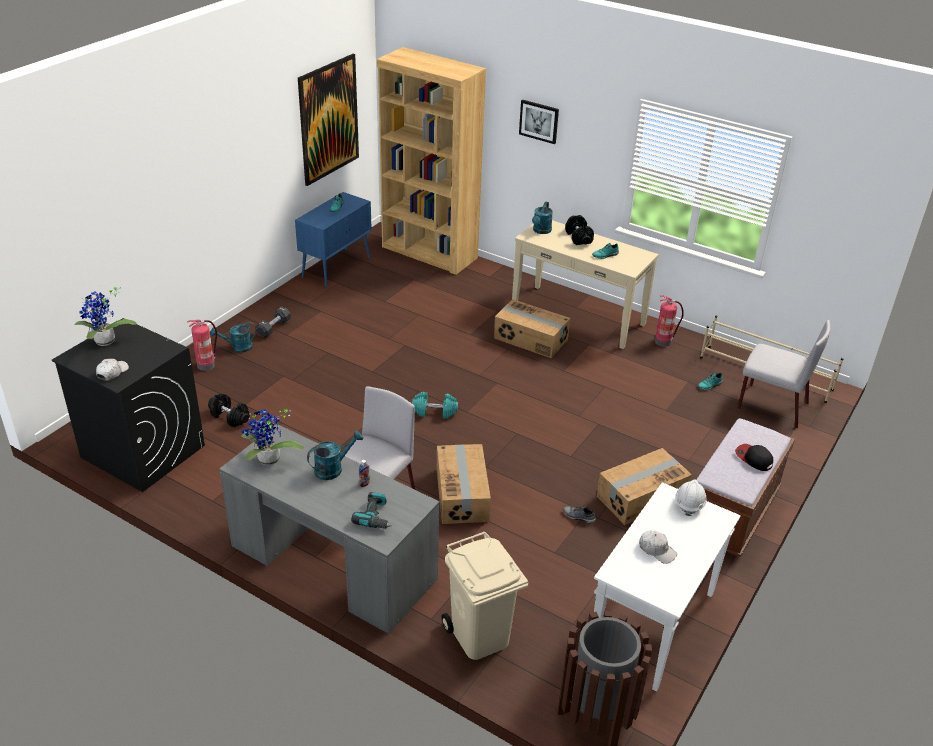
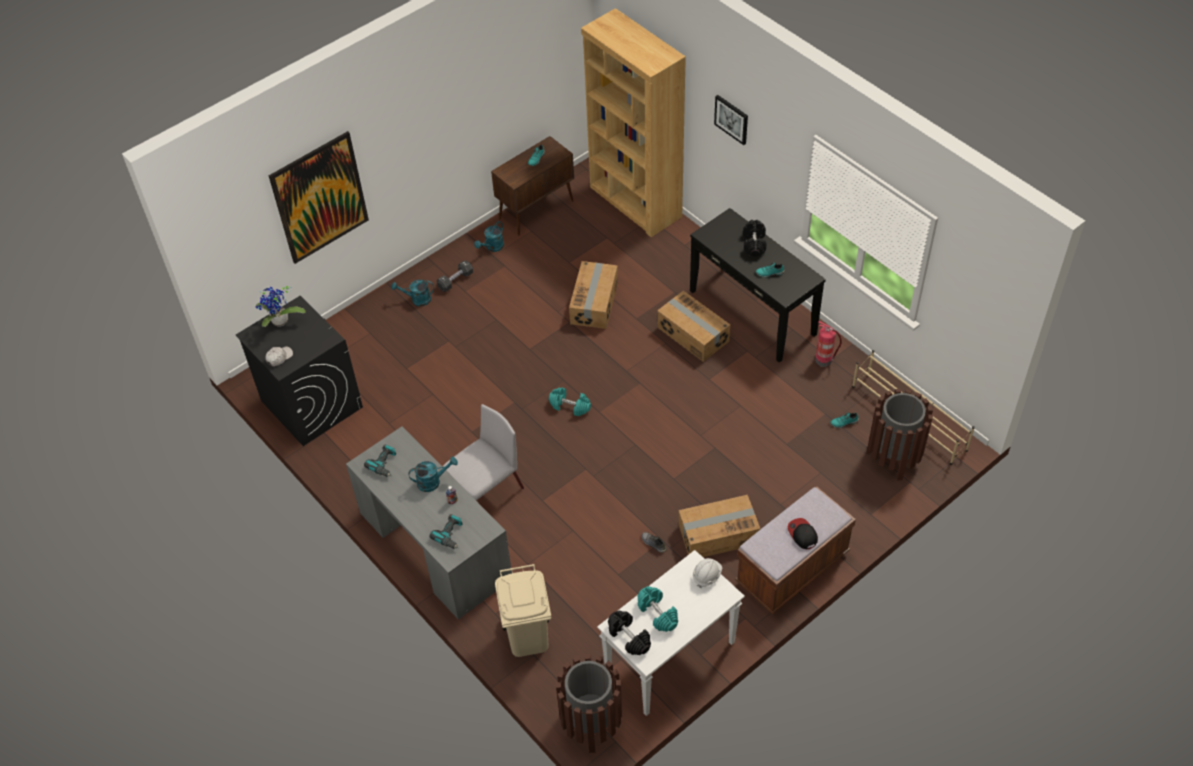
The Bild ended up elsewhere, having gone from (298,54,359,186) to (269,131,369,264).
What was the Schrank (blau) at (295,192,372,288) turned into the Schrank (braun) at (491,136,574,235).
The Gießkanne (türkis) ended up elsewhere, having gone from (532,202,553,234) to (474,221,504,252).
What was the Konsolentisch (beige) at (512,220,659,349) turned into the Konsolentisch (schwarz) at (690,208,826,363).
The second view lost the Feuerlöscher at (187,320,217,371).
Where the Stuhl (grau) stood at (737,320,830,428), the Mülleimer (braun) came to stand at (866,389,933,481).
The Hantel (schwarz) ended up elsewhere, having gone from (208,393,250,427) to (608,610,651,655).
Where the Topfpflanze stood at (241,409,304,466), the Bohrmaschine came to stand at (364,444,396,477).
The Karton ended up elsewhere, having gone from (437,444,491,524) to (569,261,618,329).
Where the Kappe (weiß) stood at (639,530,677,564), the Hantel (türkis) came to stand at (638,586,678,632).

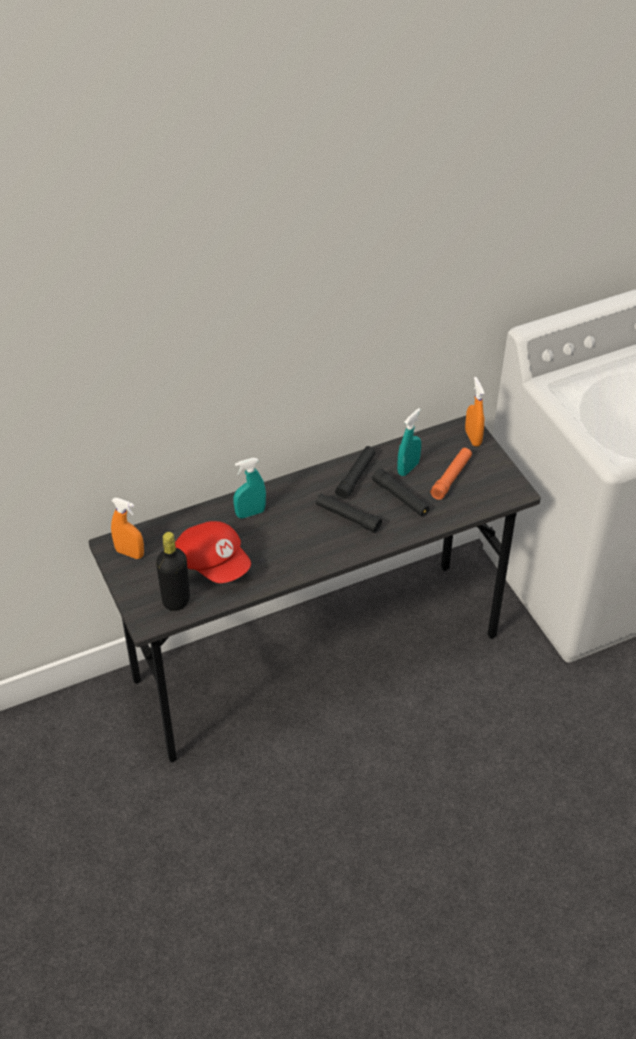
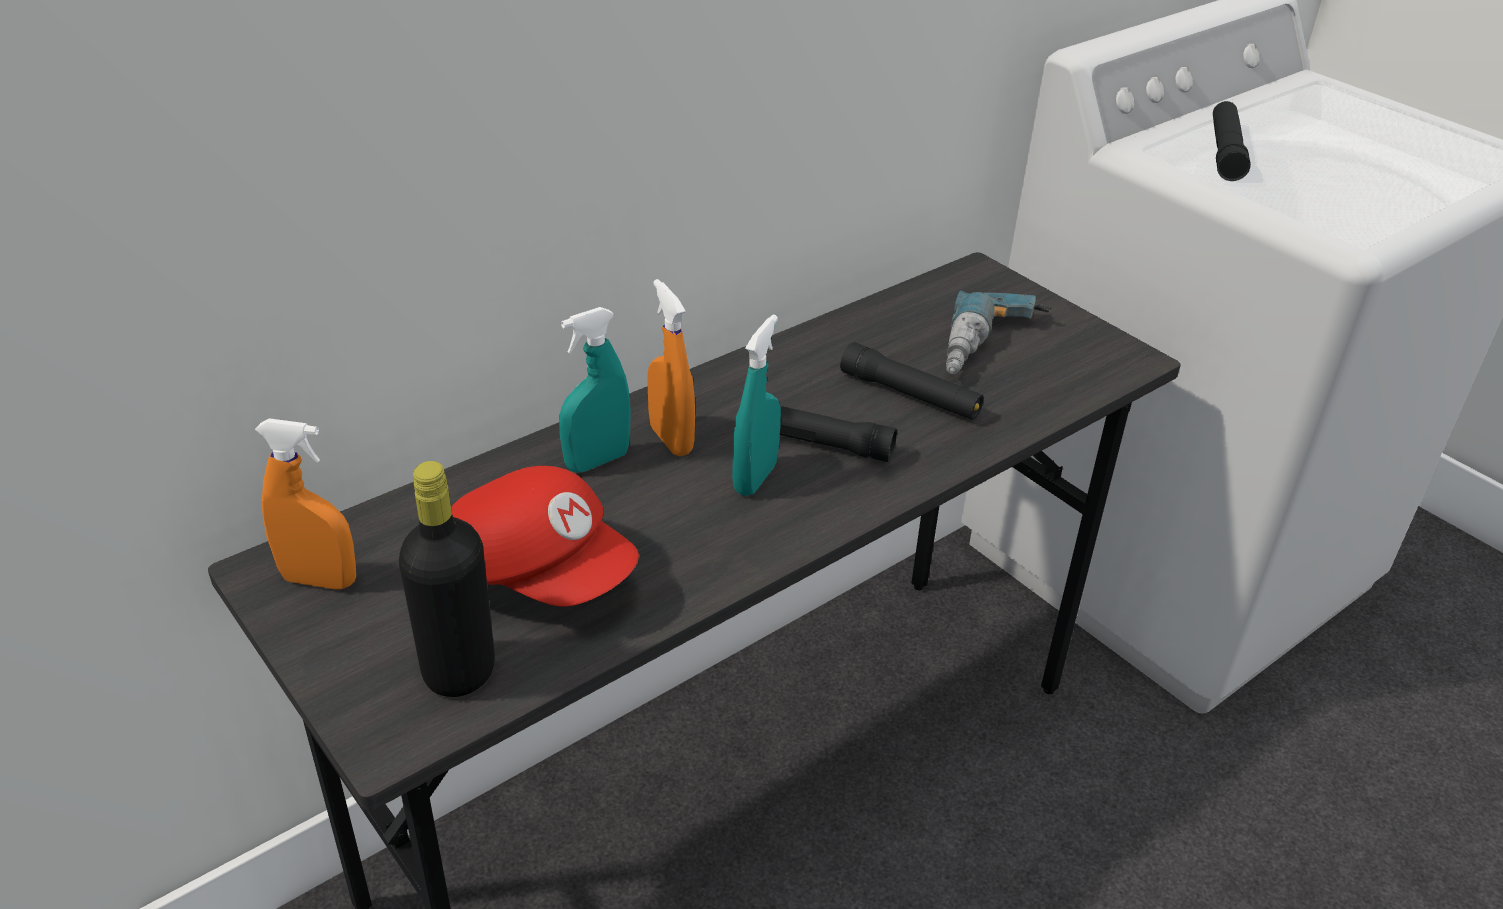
The Sprühflasche (orange) ended up elsewhere, having gone from (465,377,485,447) to (647,279,695,456).
The Sprühflasche (türkis) ended up elsewhere, having gone from (397,408,421,476) to (732,314,781,496).
The Taschenlampe (schwarz) ended up elsewhere, having gone from (335,446,376,500) to (1213,101,1251,181).
Where the Taschenlampe (orange) stood at (430,448,472,500), the Bohrmaschine came to stand at (946,291,1051,374).

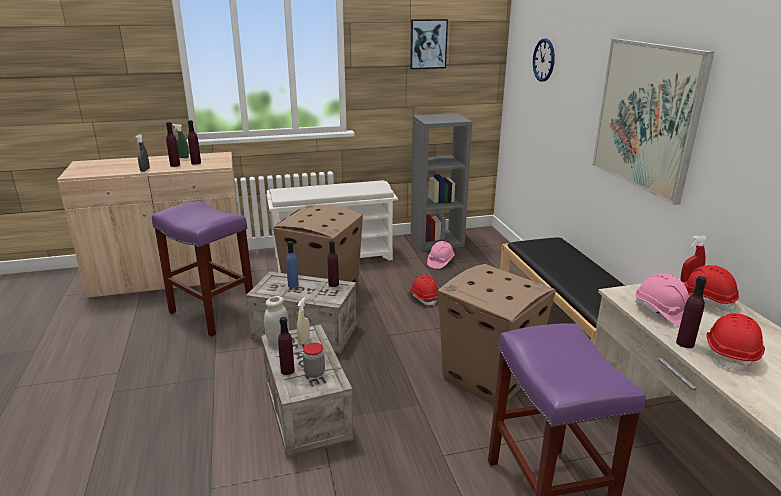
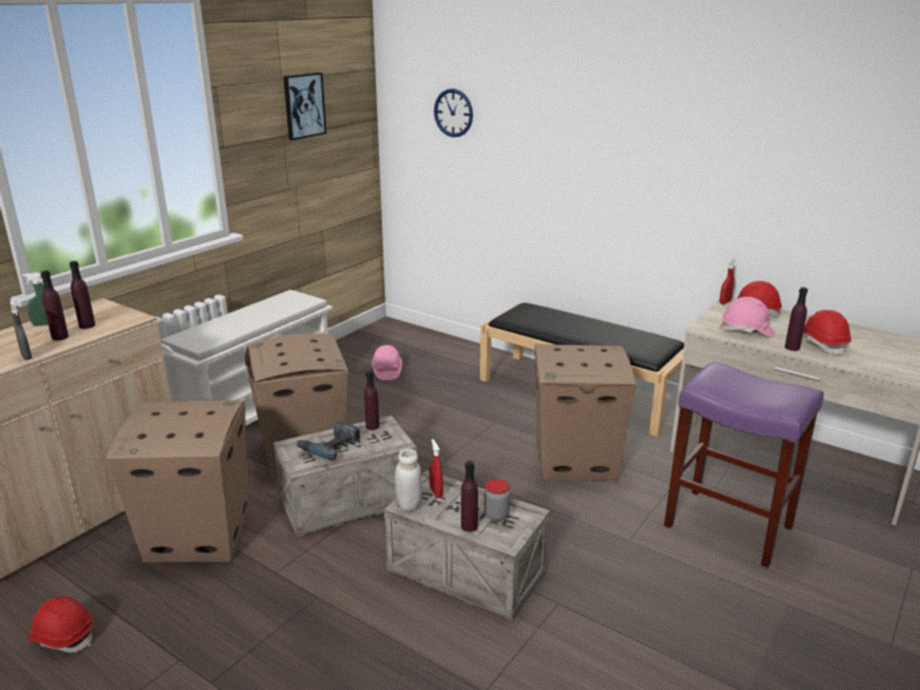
The second view lost the Bild at (592,38,714,205).
The second view lost the Bücherregal (grau) at (411,113,472,251).
Where the Hocker (lila) stood at (152,201,253,337), the Karton came to stand at (106,400,249,562).
Where the Flasche (blau) stood at (286,241,299,288), the Bohrmaschine came to stand at (295,421,360,461).
The Schutzhelm (rot) ended up elsewhere, having gone from (409,275,439,306) to (27,596,93,653).
What was the Sprühflasche (beige) at (297,297,310,345) turned into the Sprühflasche (rot) at (429,439,443,498).

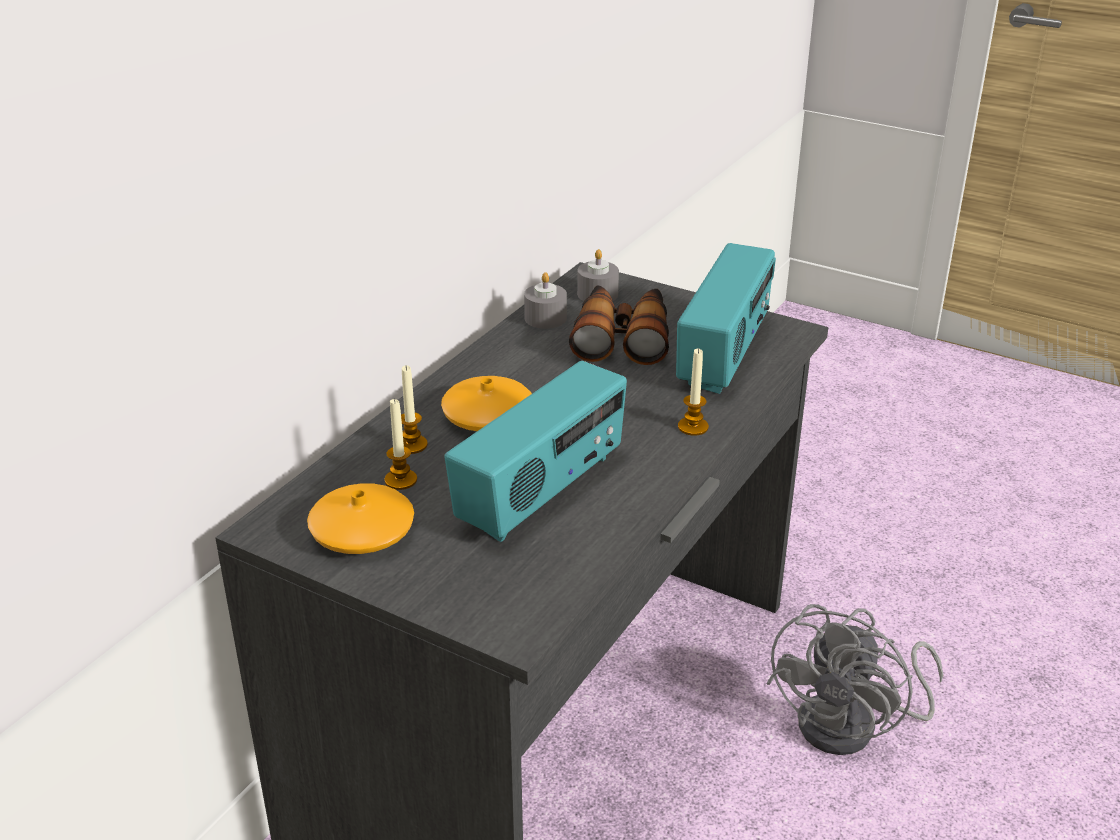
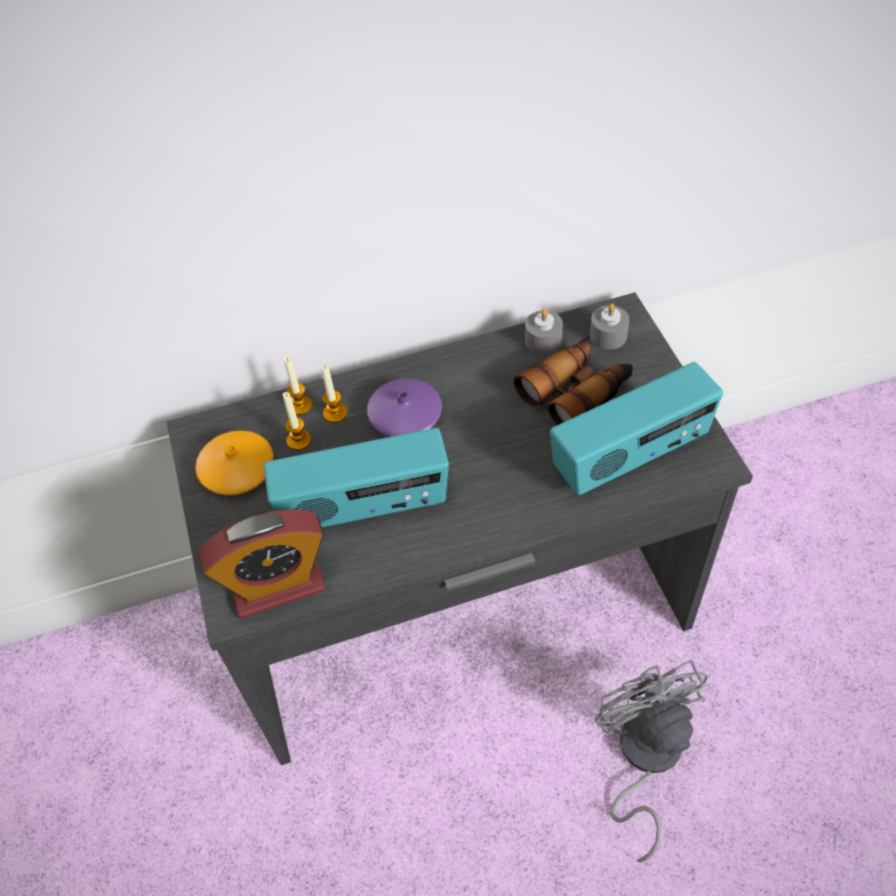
The Kerze ended up elsewhere, having gone from (678,348,709,436) to (284,357,312,415).
What was the Vase (orange) at (441,376,532,431) turned into the Vase (lila) at (367,378,442,437).
The Ventilator (grau) at (766,604,943,755) ended up facing another way, 90 degrees clockwise from before.
The second view gained the Wecker at (198,509,326,619).

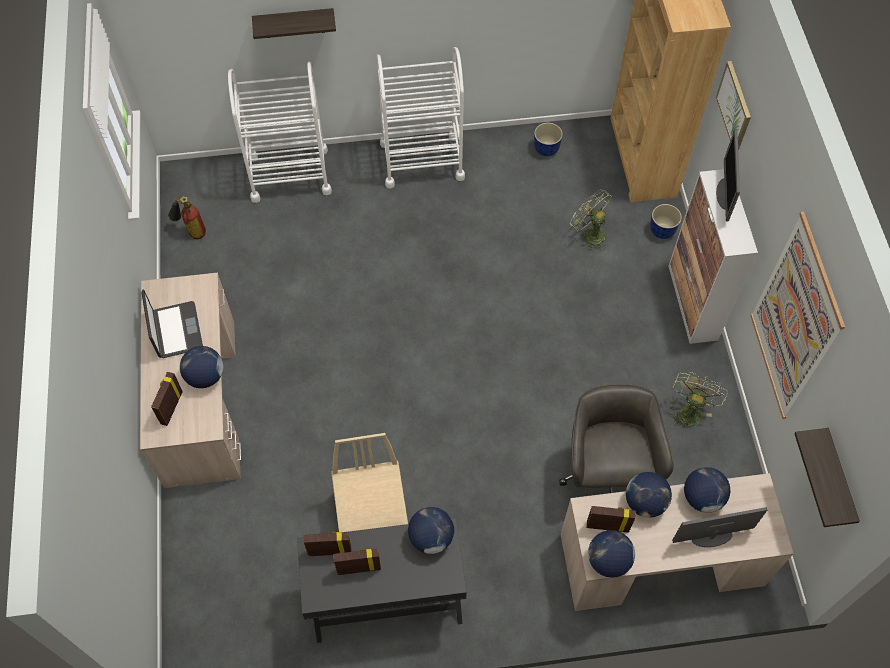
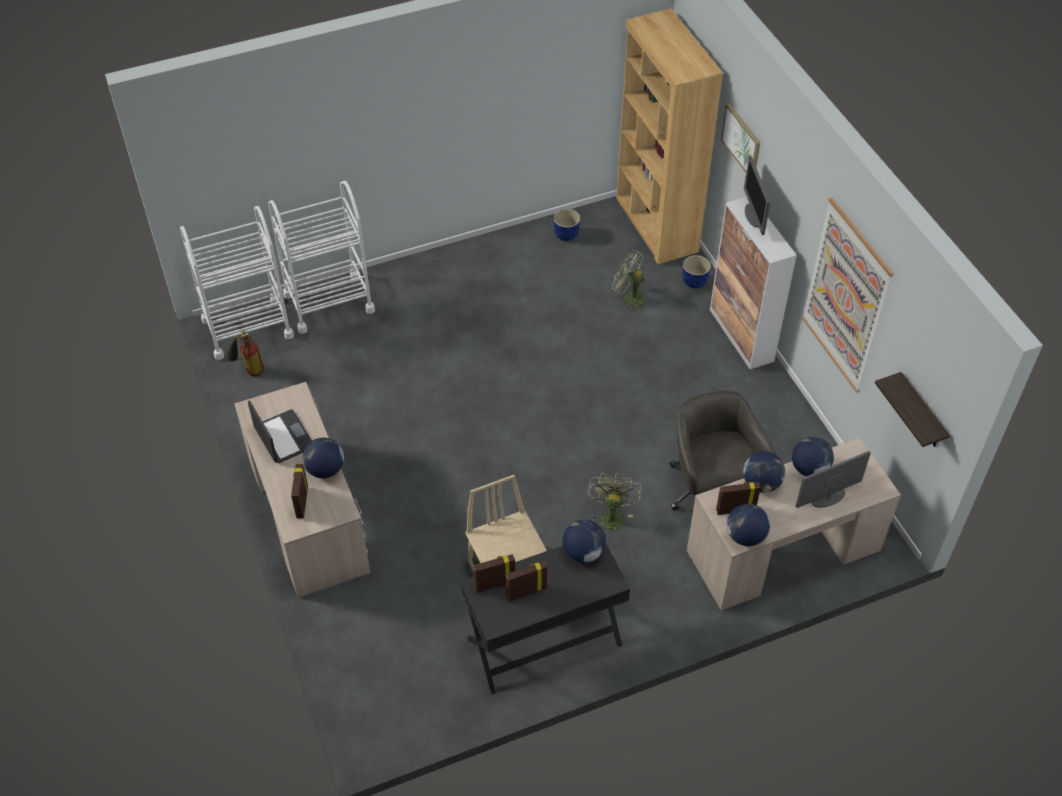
The second view lost the Wandregal at (252,8,336,39).
The Rollwagen (weiß) ended up elsewhere, having gone from (376,47,465,188) to (180,206,294,360).
The Ventilator (grün) ended up elsewhere, having gone from (669,372,728,430) to (588,473,641,533).

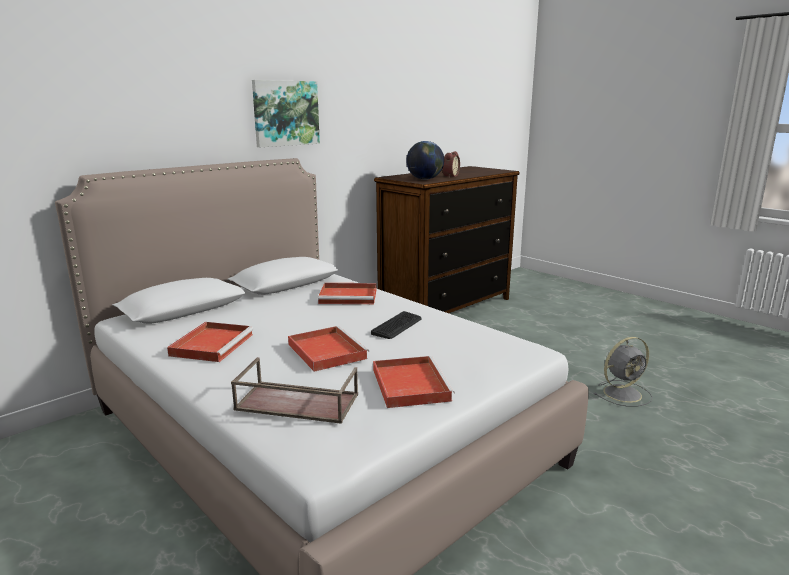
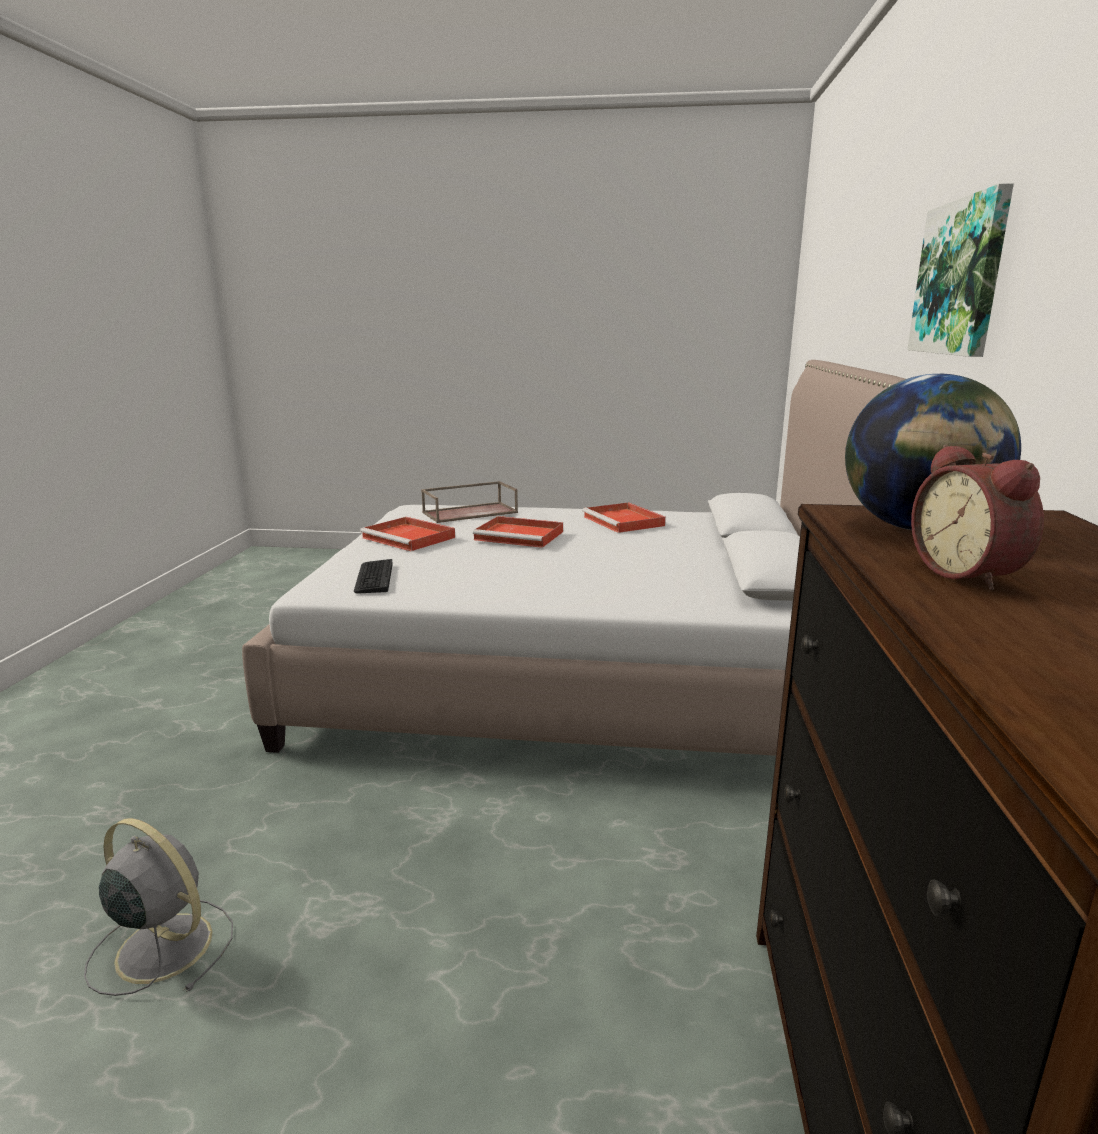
The second view lost the Tablett (rot) at (318,283,377,304).
The Tastatur ended up elsewhere, having gone from (371,311,422,339) to (354,559,393,593).
The Ventilator (grau) at (594,337,652,407) ended up facing another way, 90 degrees clockwise from before.

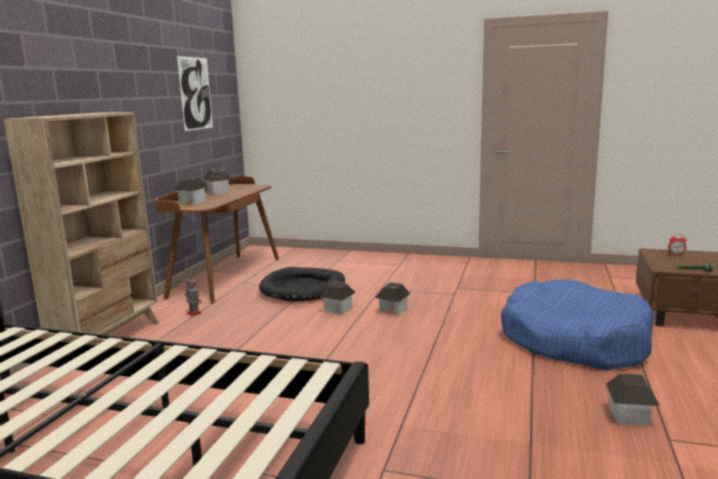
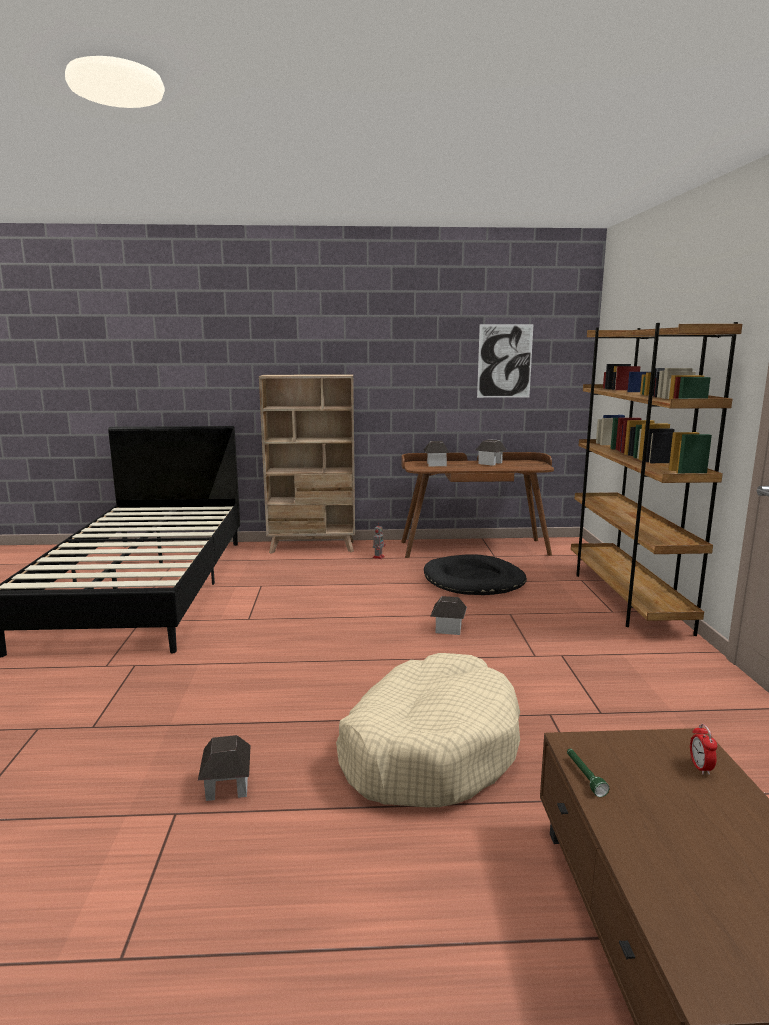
What was the Hundebett (blau) at (501,279,654,370) turned into the Hundebett (beige) at (336,653,520,807).
The second view lost the Spielzeughaus at (320,281,356,315).
The second view gained the Bücherregal (braun) at (571,322,742,636).

